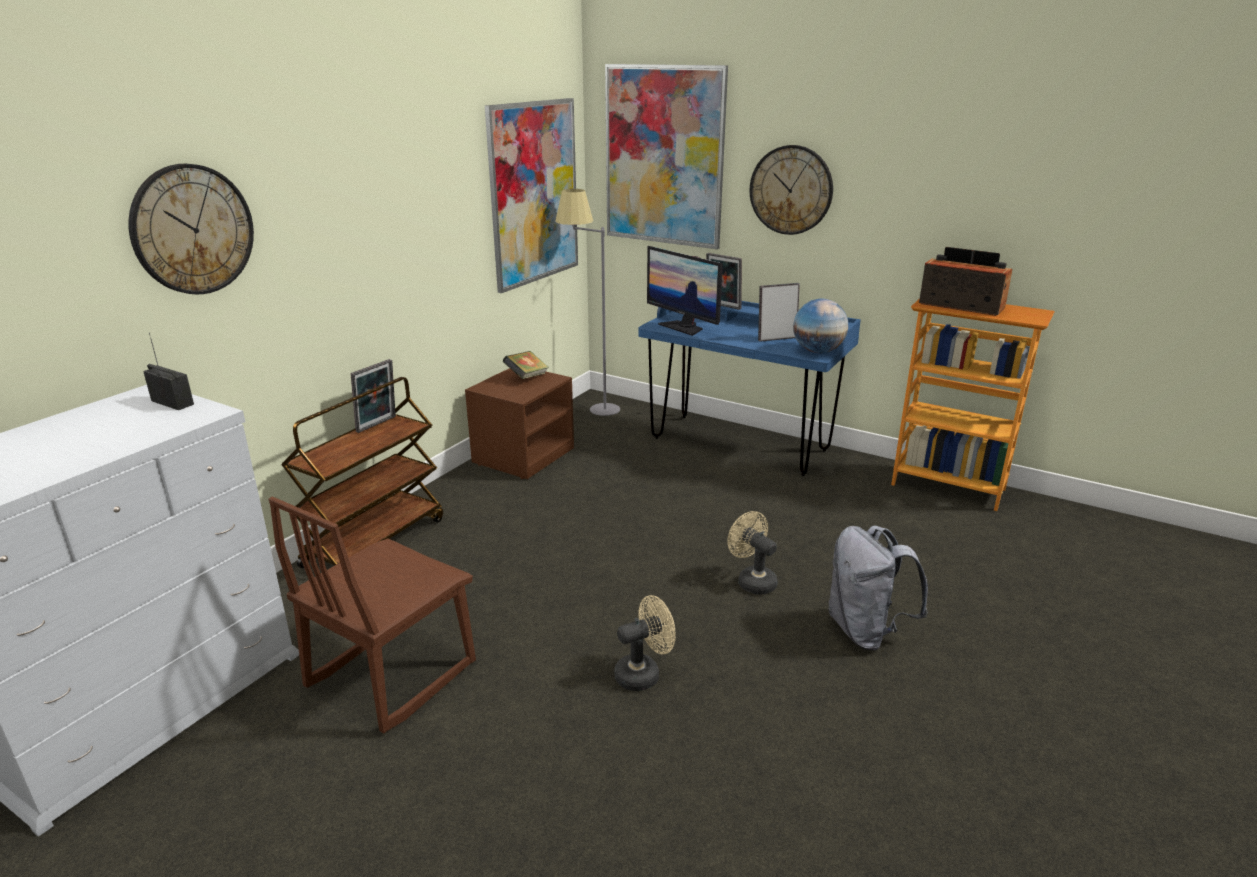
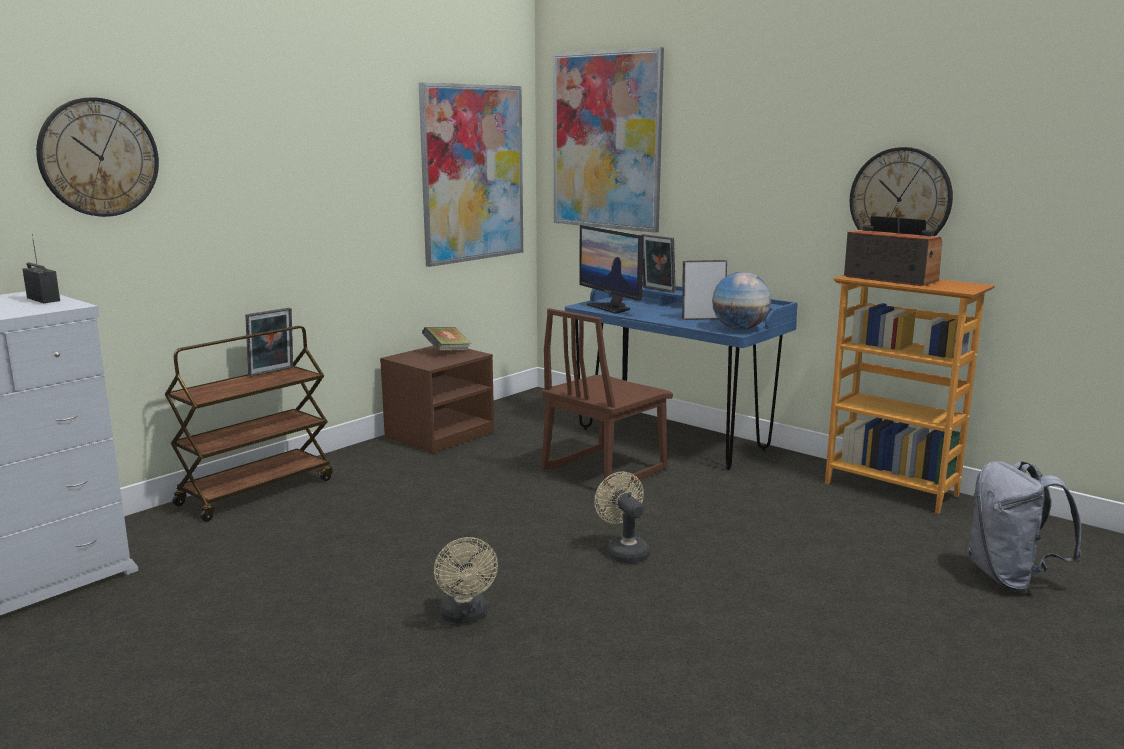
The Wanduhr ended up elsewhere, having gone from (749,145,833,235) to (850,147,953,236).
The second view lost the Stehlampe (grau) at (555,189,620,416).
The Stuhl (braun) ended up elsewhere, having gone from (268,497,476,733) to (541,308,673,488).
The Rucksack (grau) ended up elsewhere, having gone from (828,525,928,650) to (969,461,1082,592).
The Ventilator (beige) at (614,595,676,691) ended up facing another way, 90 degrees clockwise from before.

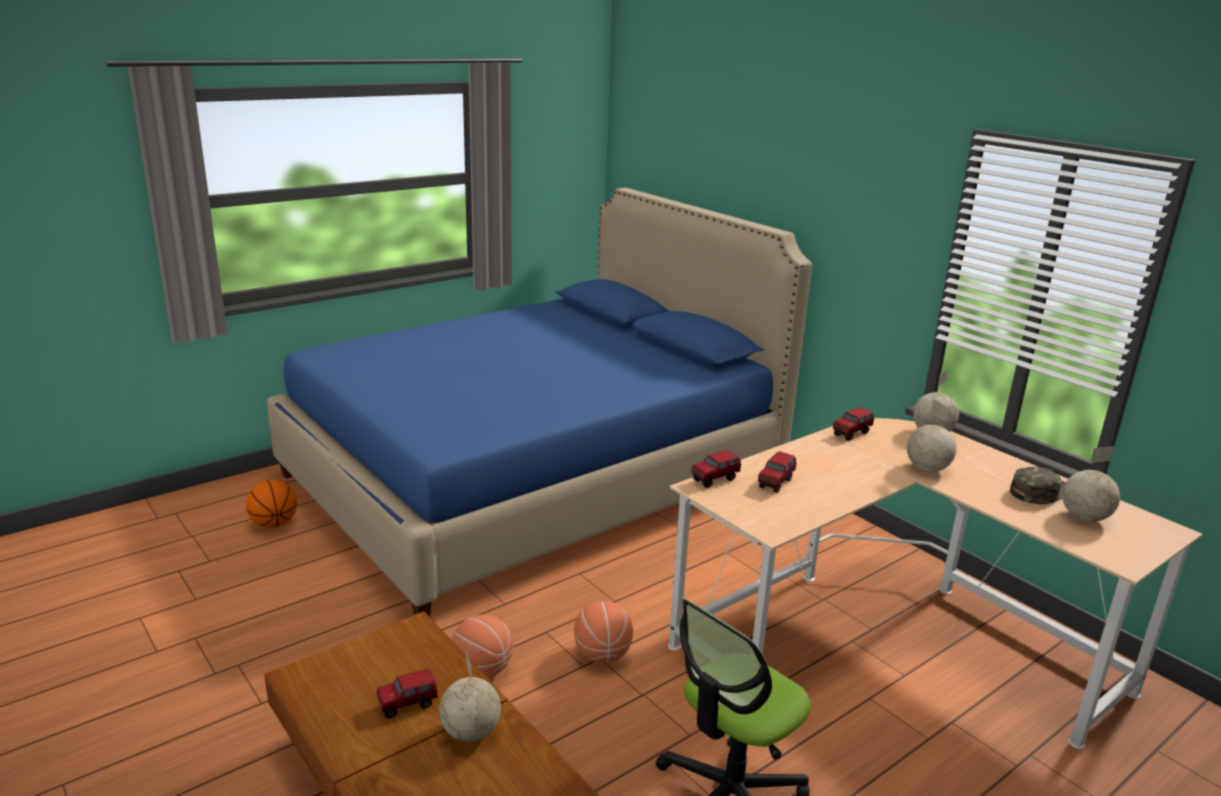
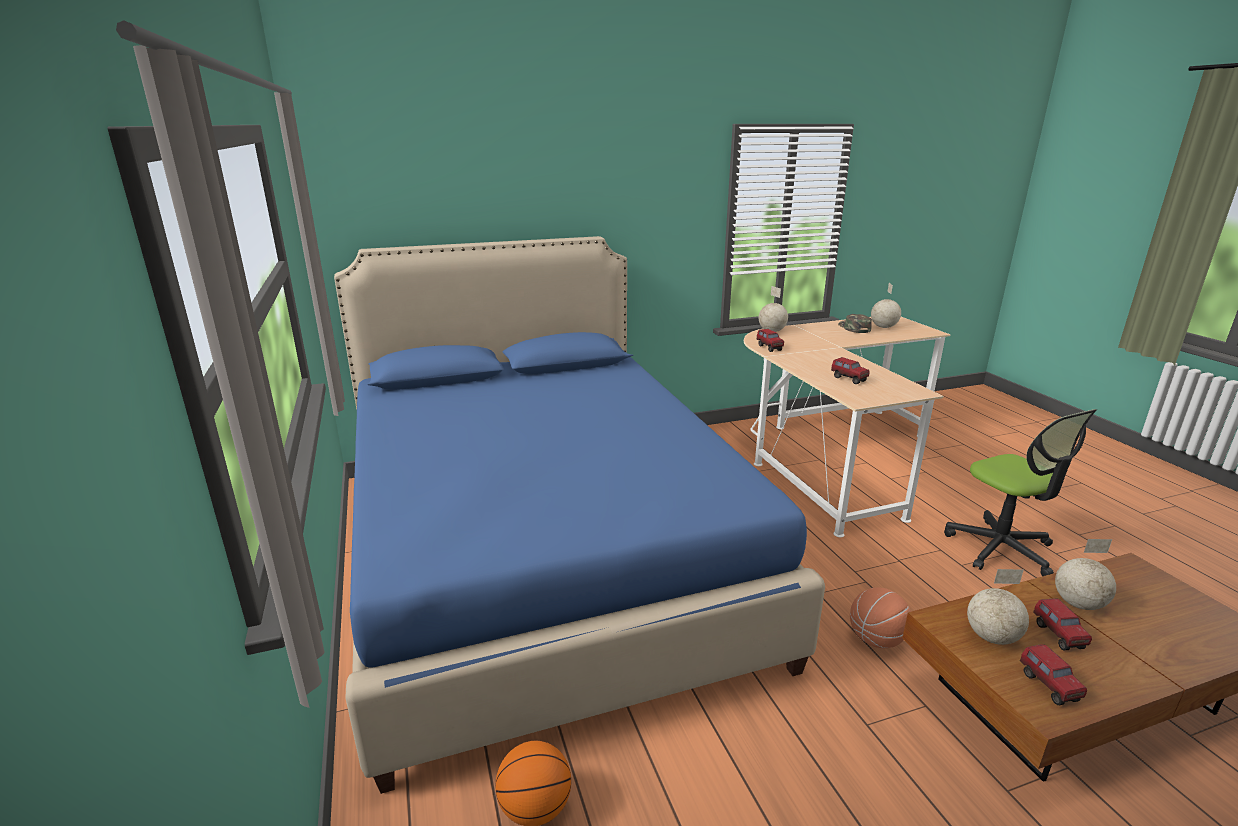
The Globus ended up elsewhere, having gone from (907,399,957,472) to (967,569,1029,645).
The Spielzeuglaster ended up elsewhere, having gone from (692,450,741,488) to (1020,644,1087,705).
The second view lost the Basketball at (574,601,633,663).

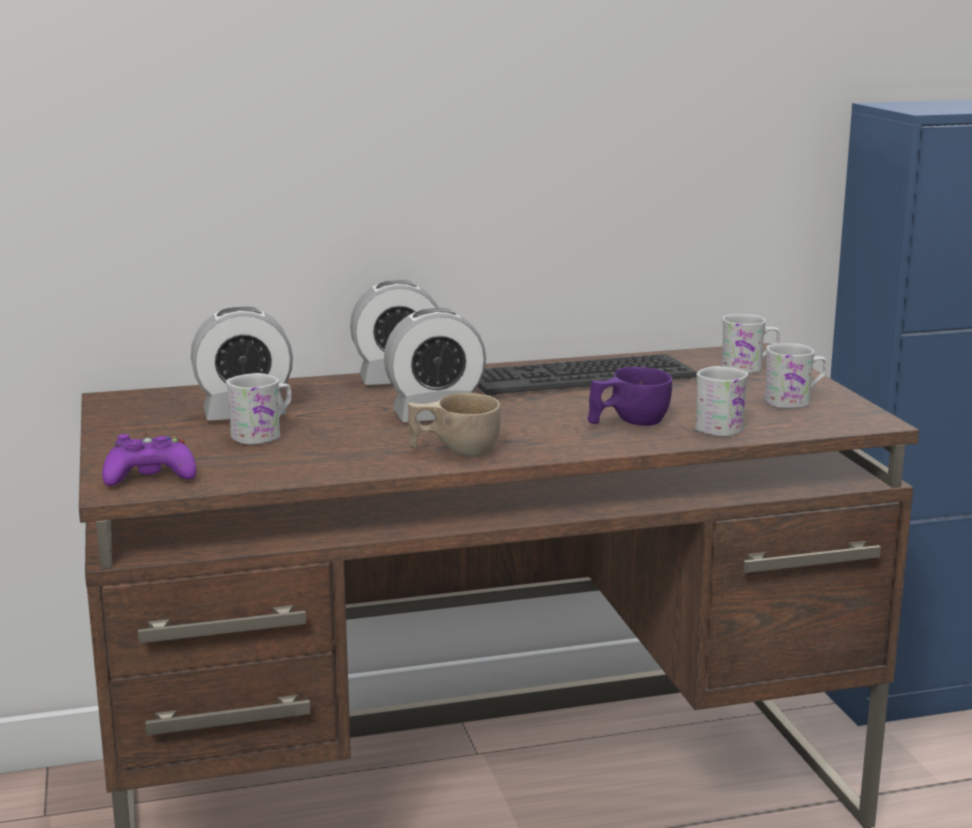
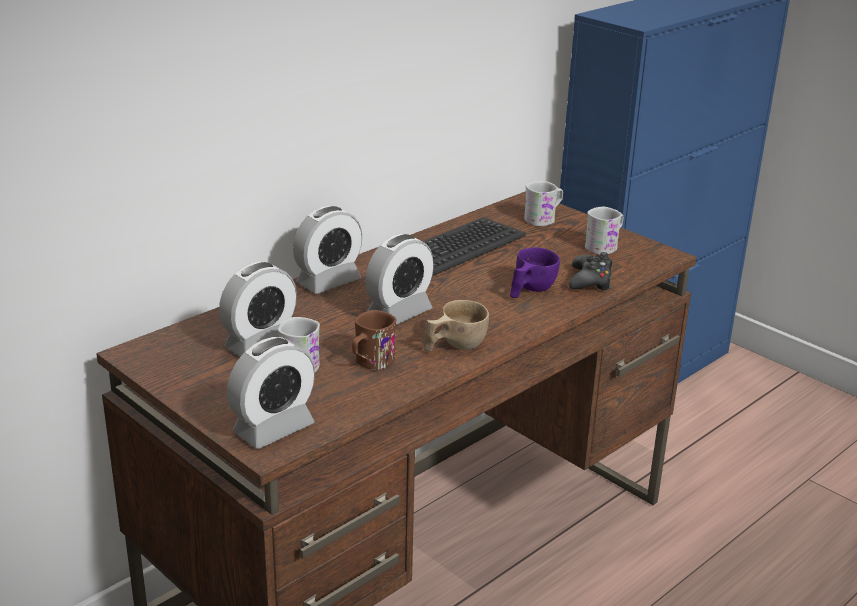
Where the Henkelbecher (weiß) stood at (695,366,748,437), the Gamepad (schwarz) came to stand at (569,252,613,290).
Where the Gamepad (lila) stood at (102,434,196,486), the Wecker came to stand at (227,337,315,449).
The second view gained the Henkelbecher (braun) at (352,310,397,370).

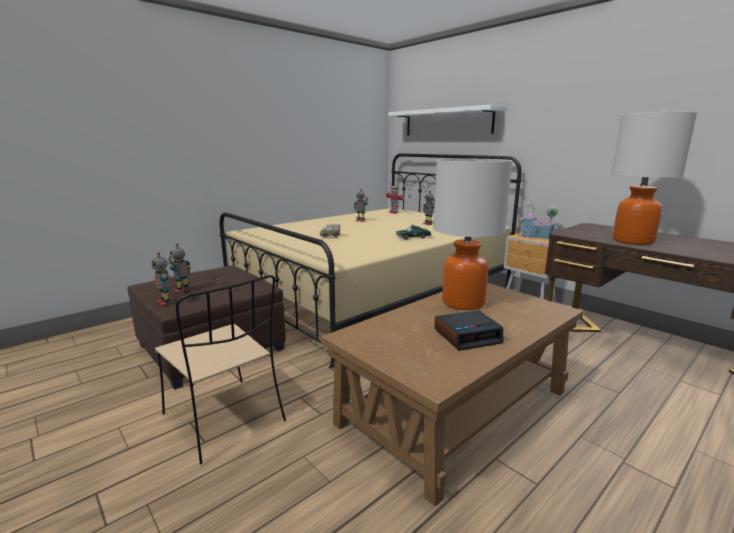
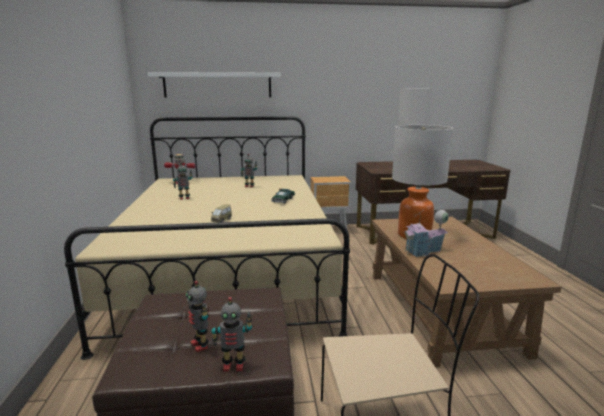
The Spielzeughaus ended up elsewhere, having gone from (519,202,558,239) to (405,210,449,257).
The second view lost the Wecker at (434,310,504,351).

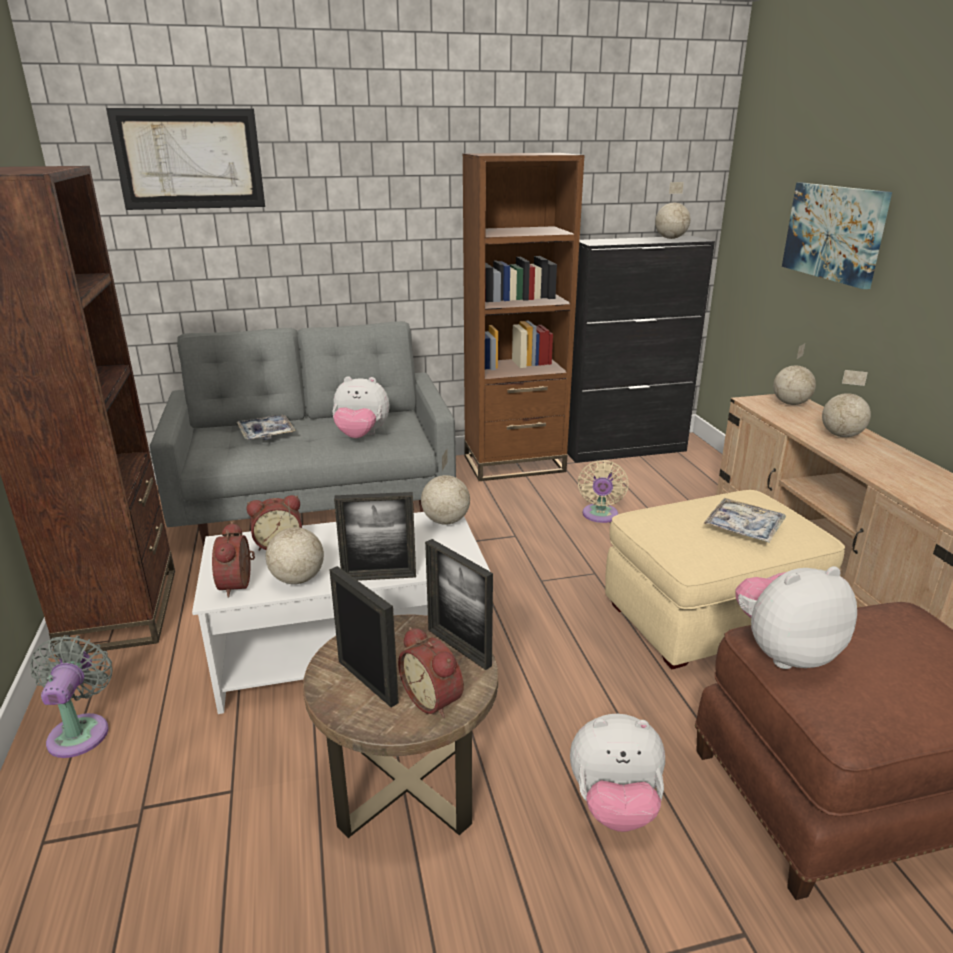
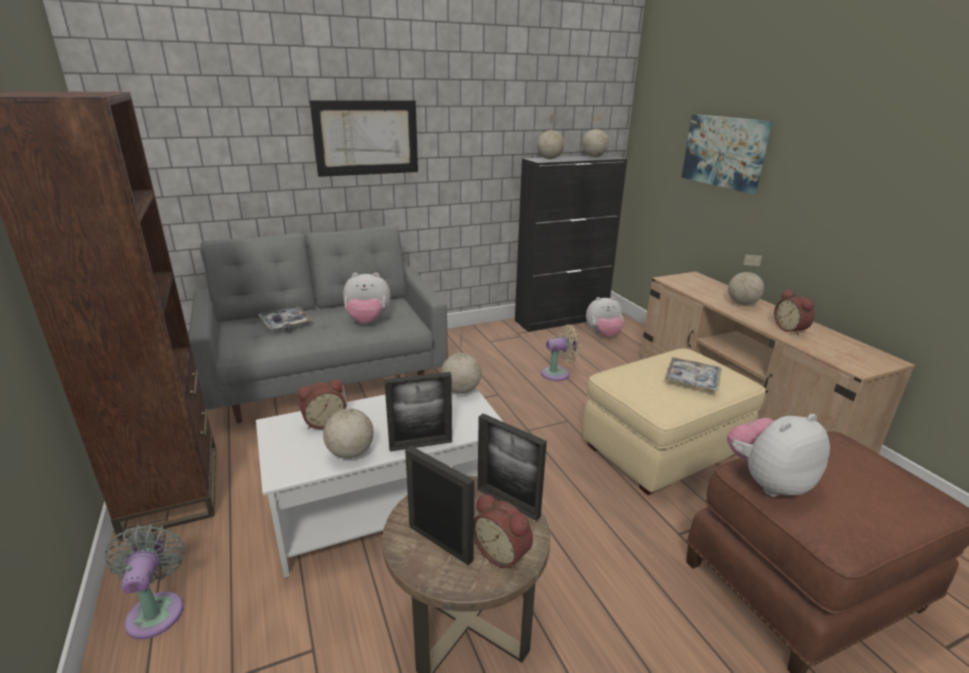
The Bild ended up elsewhere, having gone from (106,108,265,210) to (310,100,418,177).
The second view lost the Bücherregal (braun) at (463,153,584,481).
The Globus ended up elsewhere, having gone from (773,344,816,405) to (537,114,564,159).
The Ventilator (beige) at (578,460,628,523) ended up facing another way, 105 degrees counterclockwise from before.
The Wecker ended up elsewhere, having gone from (212,522,255,598) to (774,289,815,336).
The Plüschtier ended up elsewhere, having gone from (570,714,665,832) to (586,297,624,337).

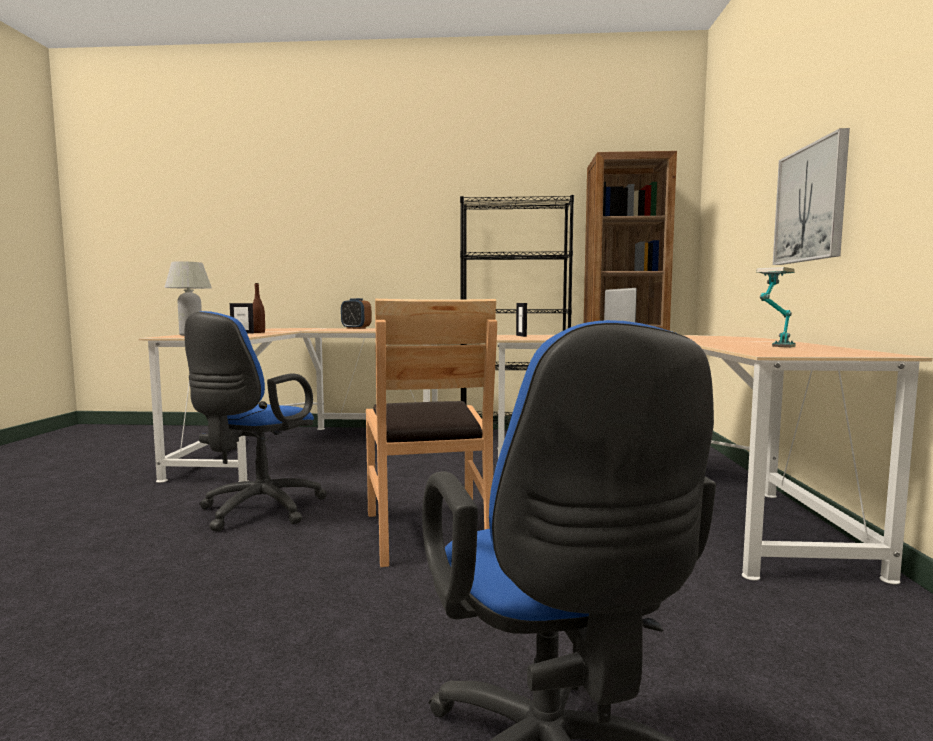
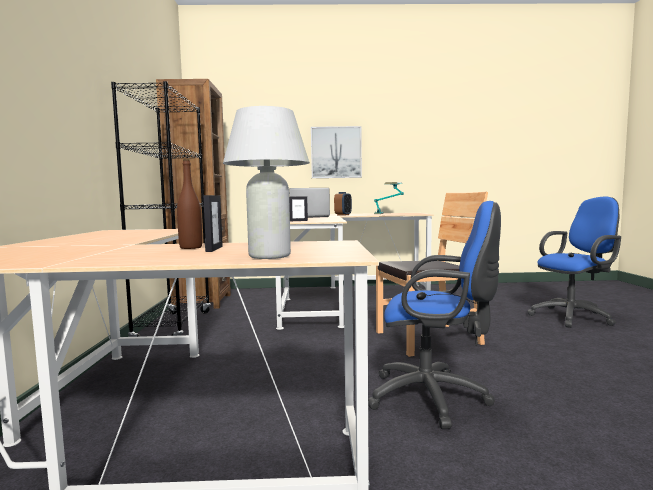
The Wecker ended up elsewhere, having gone from (341,298,372,329) to (334,192,352,216).

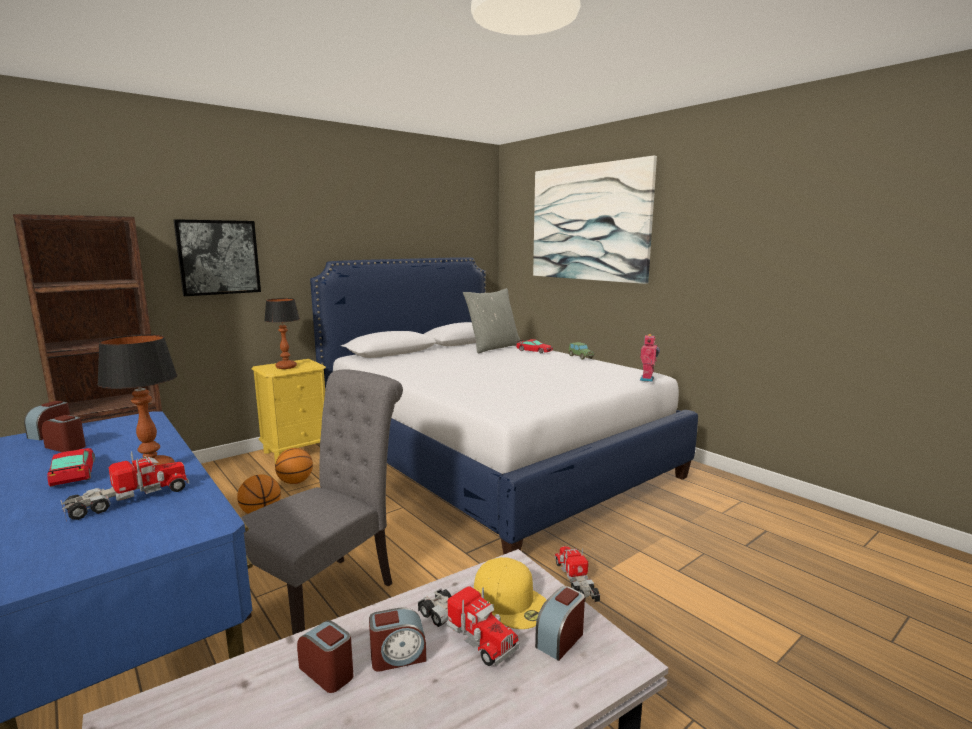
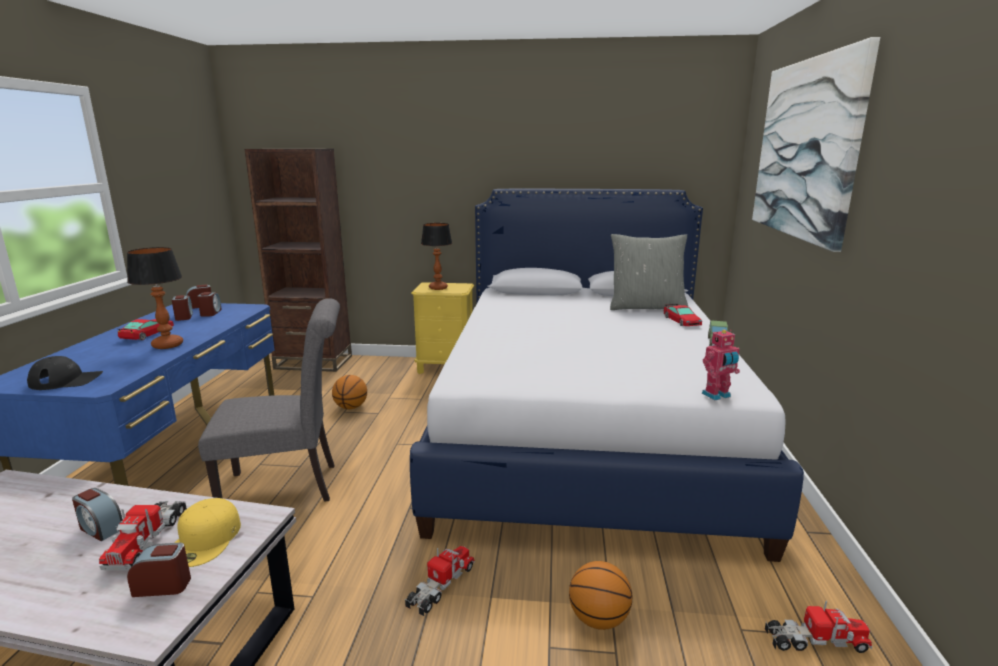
The second view lost the Bild at (173,219,261,296).
The Basketball ended up elsewhere, having gone from (275,448,313,484) to (569,561,632,630).
The Spielzeuglaster ended up elsewhere, having gone from (61,452,189,521) to (765,601,873,653).
The Wecker ended up elsewhere, having gone from (297,620,353,693) to (197,292,222,317).
The second view gained the Kappe (schwarz) at (27,356,103,390).

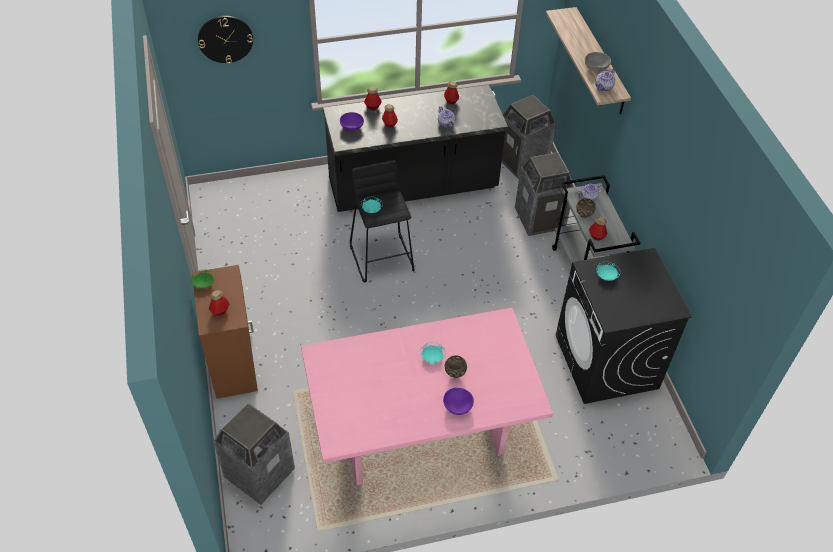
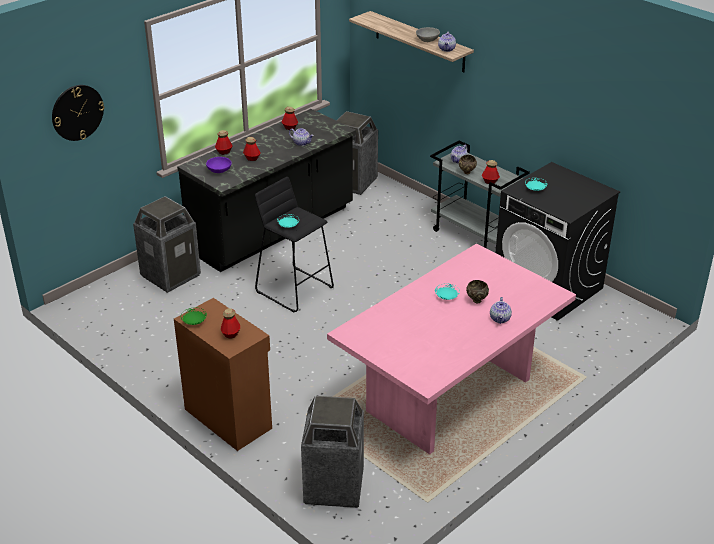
The Mülleimer ended up elsewhere, having gone from (515,152,574,236) to (133,196,201,293).
Where the Schüssel (lila) stood at (443,388,474,415), the Teekanne came to stand at (490,297,512,324).

